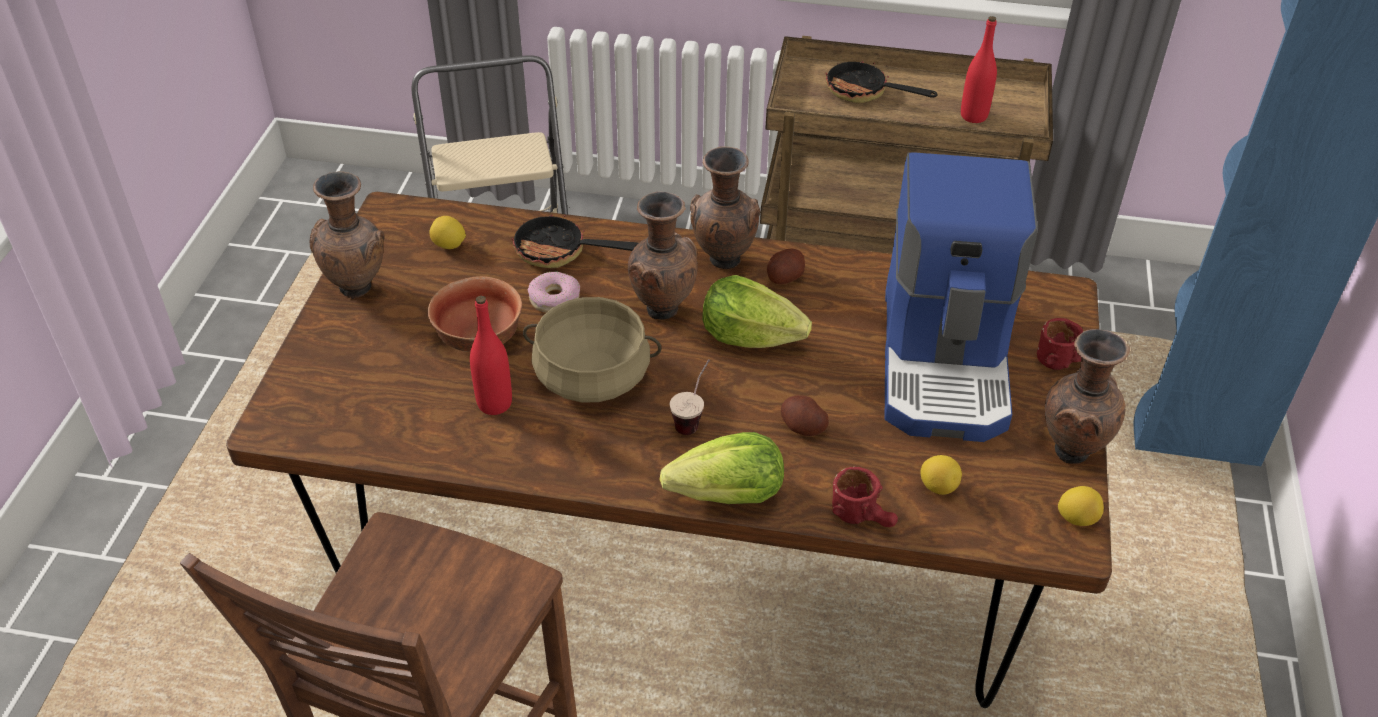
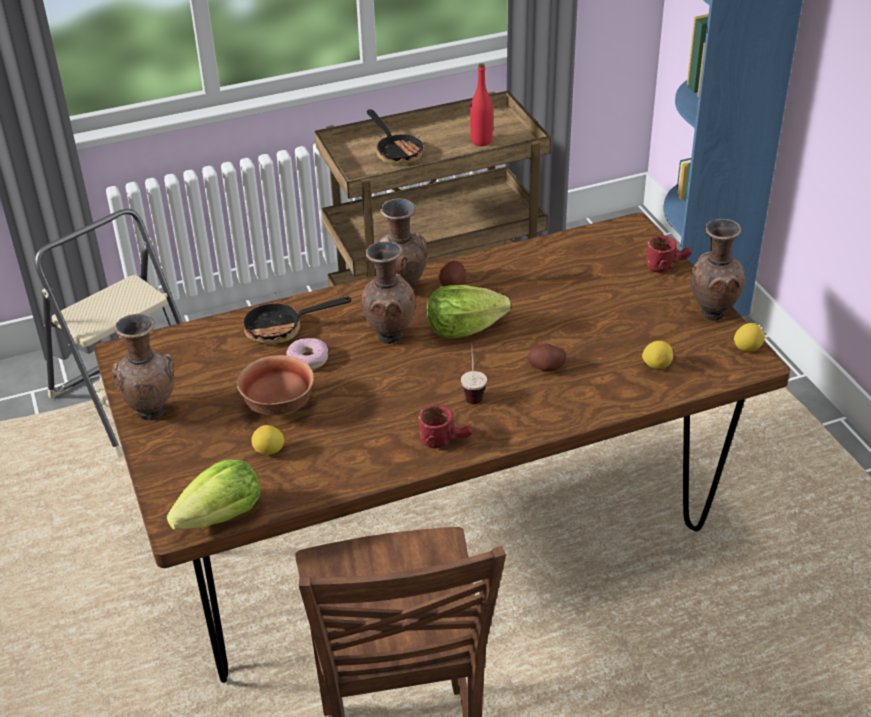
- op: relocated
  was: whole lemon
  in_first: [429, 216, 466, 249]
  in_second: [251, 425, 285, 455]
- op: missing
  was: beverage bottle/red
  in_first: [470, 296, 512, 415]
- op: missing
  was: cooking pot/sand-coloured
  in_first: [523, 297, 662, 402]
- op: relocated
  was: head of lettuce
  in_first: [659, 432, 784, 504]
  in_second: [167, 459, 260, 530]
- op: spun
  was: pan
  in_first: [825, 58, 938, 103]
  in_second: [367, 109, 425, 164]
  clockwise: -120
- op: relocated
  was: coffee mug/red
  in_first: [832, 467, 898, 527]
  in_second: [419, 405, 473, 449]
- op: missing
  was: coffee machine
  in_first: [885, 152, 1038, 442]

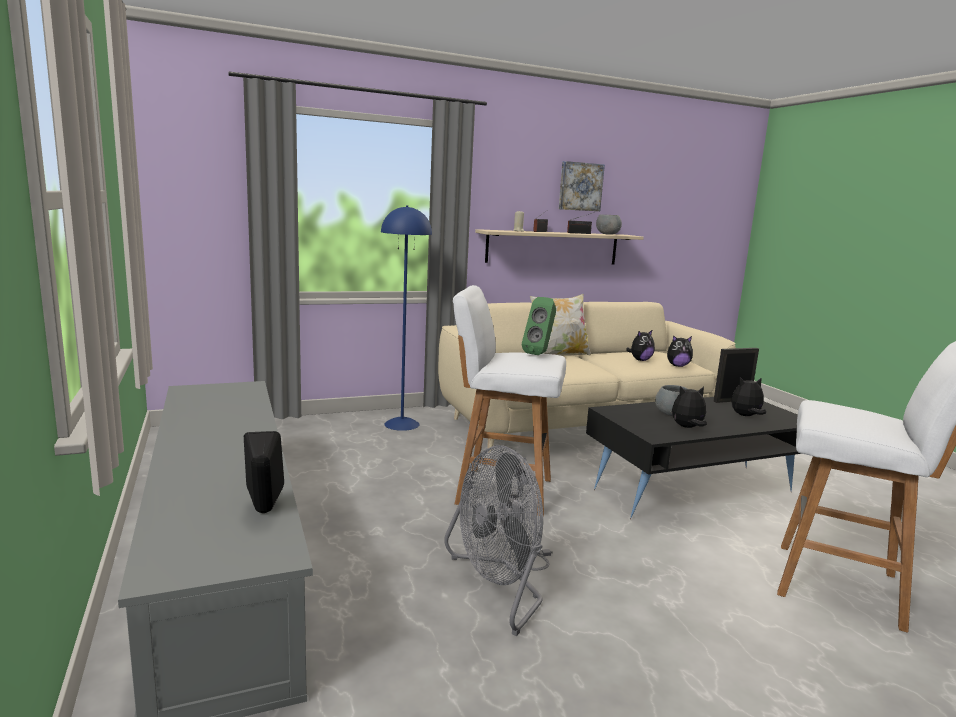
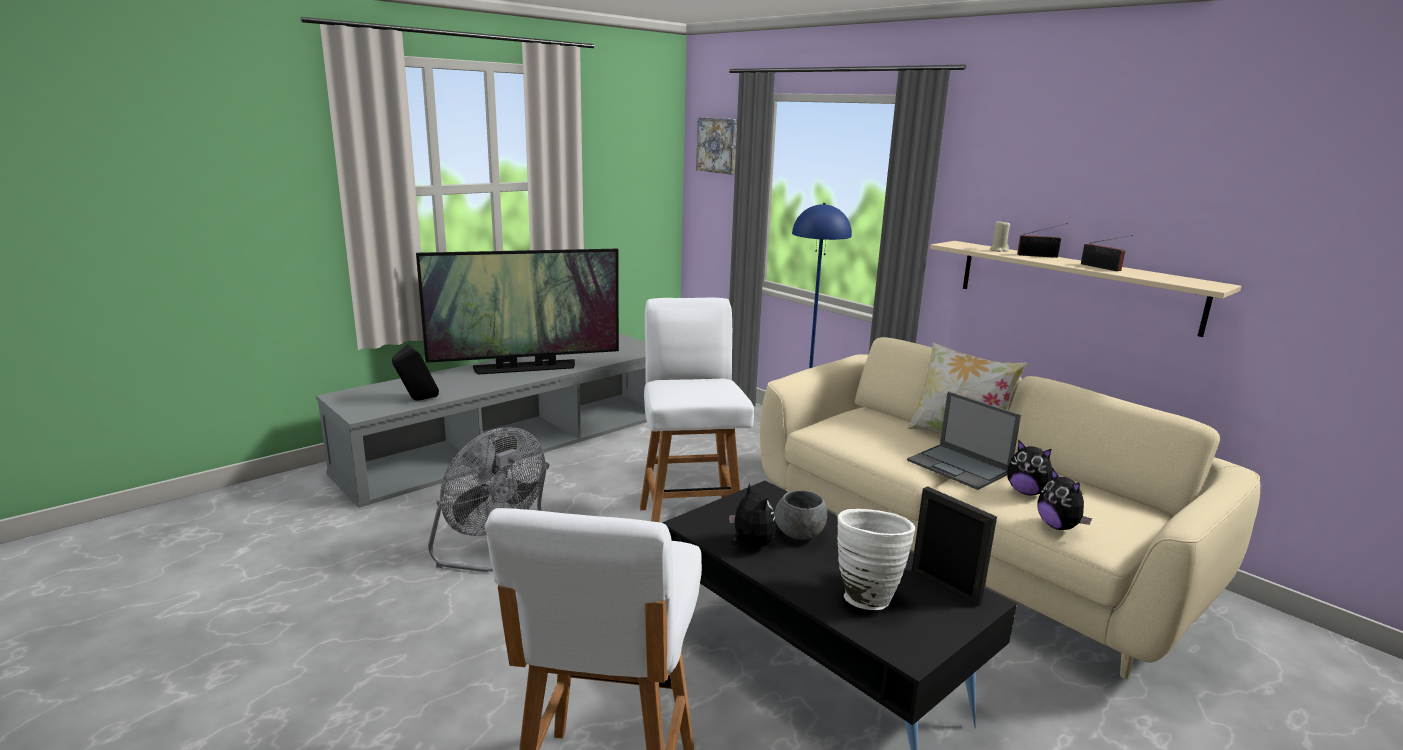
- op: missing
  was: audio speaker/greenish
  in_first: [522, 297, 556, 355]
- op: relocated
  was: wall art
  in_first: [559, 161, 605, 211]
  in_second: [696, 117, 737, 174]
- op: missing
  was: serving bowl/grey
  in_first: [596, 214, 622, 235]
- op: exchanged
  was: cuddly toy
  now: vase/white
  in_first: [731, 378, 766, 416]
  in_second: [837, 509, 915, 610]
- op: appeared
  now: television
  in_second: [416, 249, 619, 375]
- op: appeared
  now: laptop
  in_second: [907, 391, 1021, 490]

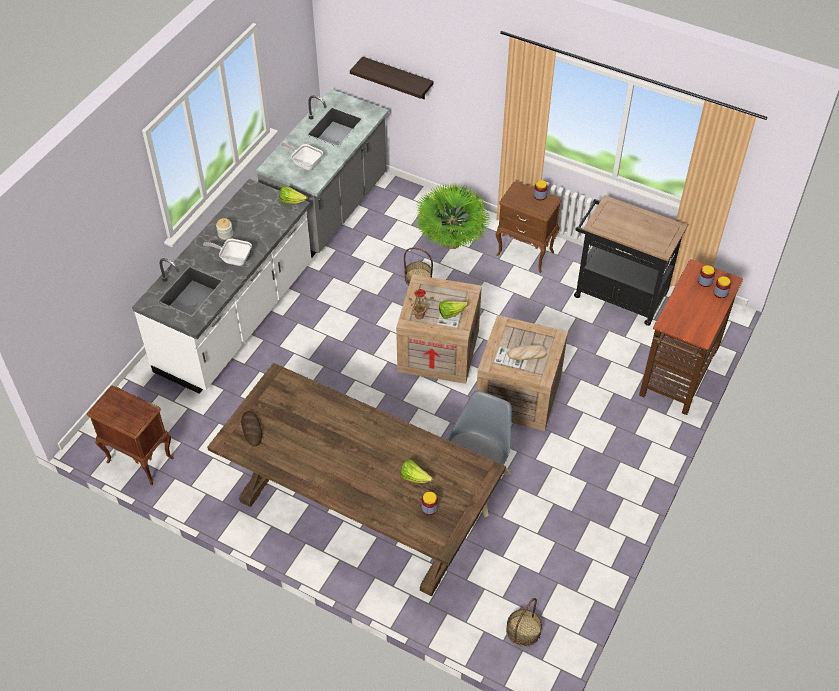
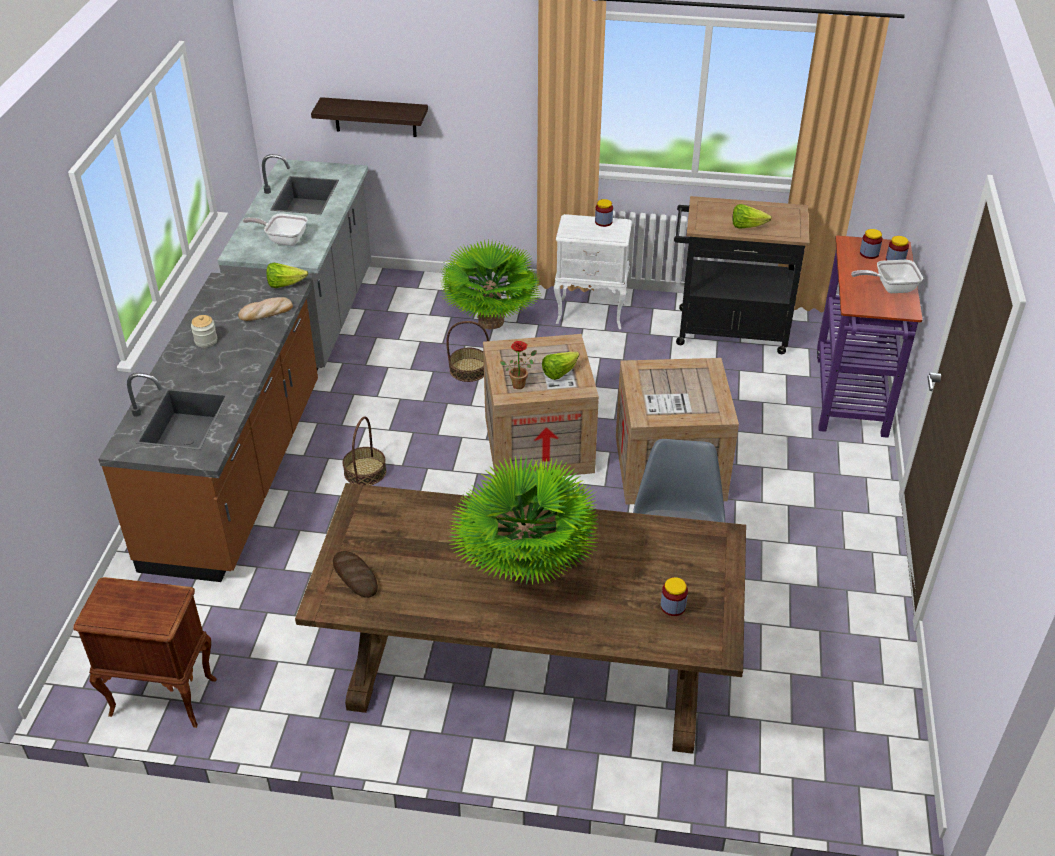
- op: colour
  was: kitchen base unit/white
  now: kitchen base unit/brownish
  in_first: [132, 179, 312, 394]
  in_second: [98, 272, 318, 582]
- op: relocated
  was: pan
  in_first: [203, 239, 252, 266]
  in_second: [851, 260, 923, 293]
- op: relocated
  was: head of lettuce
  in_first: [400, 459, 433, 483]
  in_second: [733, 204, 772, 229]
- op: colour
  was: nightstand/brownish
  now: nightstand/white
  in_first: [495, 182, 562, 273]
  in_second: [554, 214, 632, 329]
- op: relocated
  was: storage basket
  in_first: [506, 598, 542, 647]
  in_second: [343, 416, 387, 485]
- op: relocated
  was: bakery bread
  in_first: [507, 345, 547, 360]
  in_second: [238, 297, 293, 321]
- op: colour
  was: trolley/brownish
  now: trolley/purple
  in_first: [639, 259, 743, 415]
  in_second: [817, 236, 923, 438]
- op: appeared
  now: potted plant
  in_second: [449, 456, 600, 585]

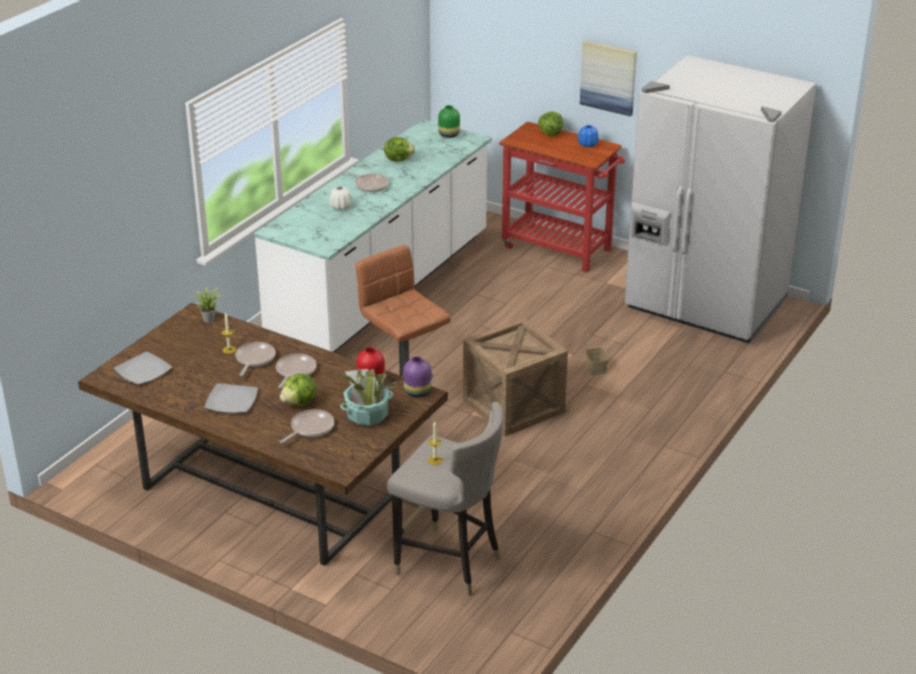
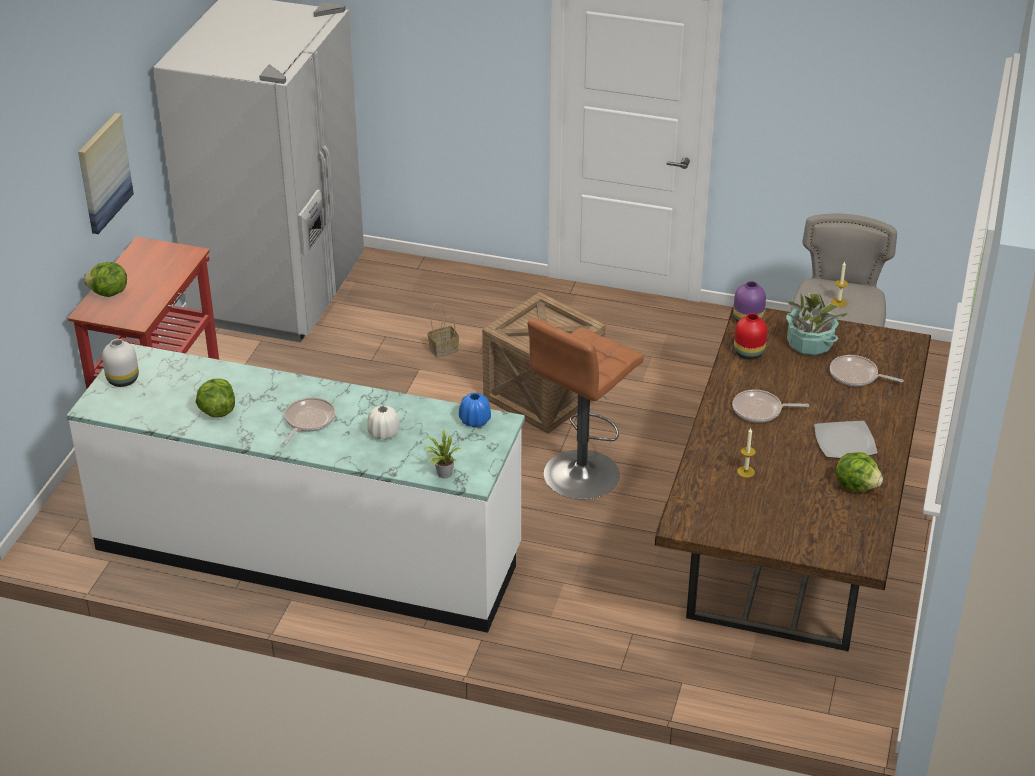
- op: missing
  was: dinner plate
  in_first: [113, 351, 172, 385]
- op: relocated
  was: potted plant
  in_first: [196, 287, 222, 322]
  in_second: [424, 428, 460, 479]
- op: missing
  was: pan
  in_first: [235, 342, 276, 376]
- op: relocated
  was: head of lettuce
  in_first: [280, 374, 317, 406]
  in_second: [835, 452, 883, 492]
- op: colour
  was: vase/greenish
  now: vase/white
  in_first: [438, 105, 460, 138]
  in_second: [102, 339, 139, 387]
- op: relocated
  was: vase/blue
  in_first: [578, 125, 599, 147]
  in_second: [459, 393, 491, 428]

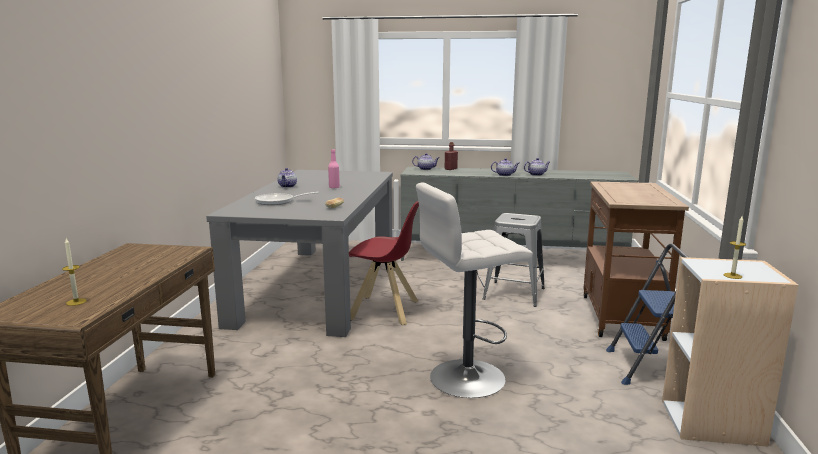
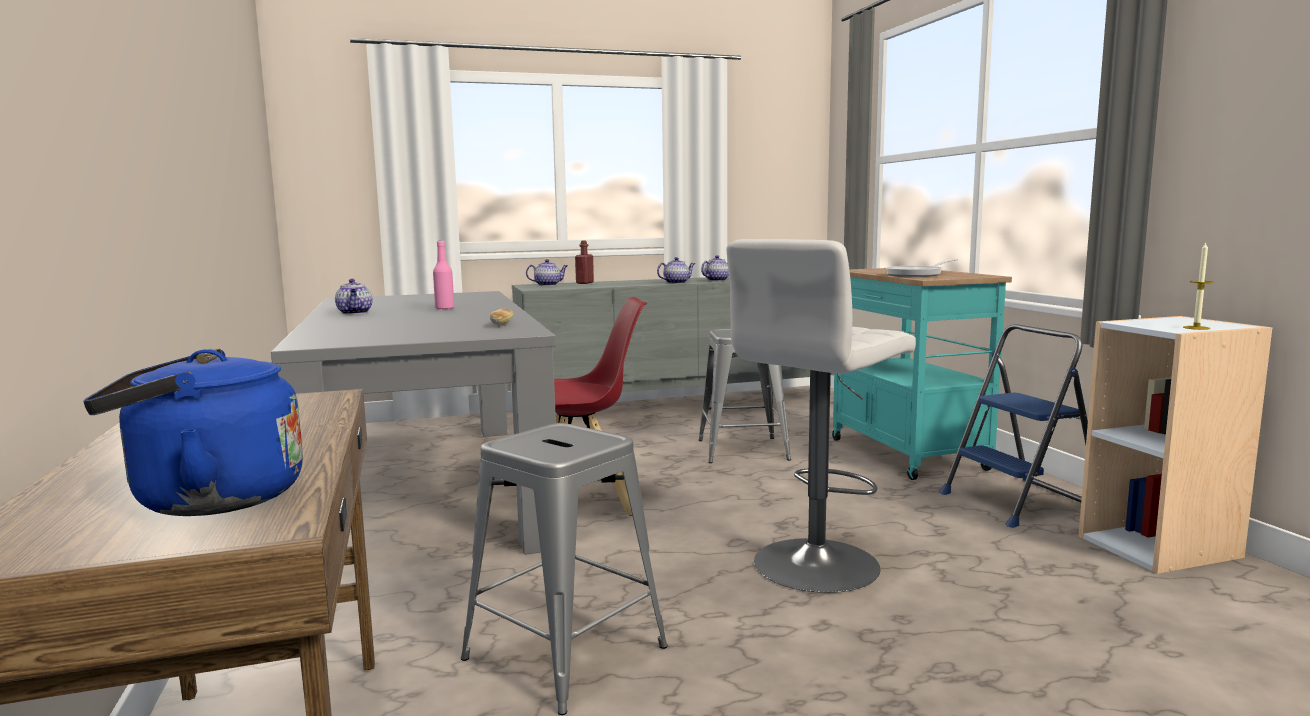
- op: exchanged
  was: wax candle
  now: water kettle/blue
  in_first: [62, 238, 86, 306]
  in_second: [83, 349, 303, 516]
- op: relocated
  was: pan
  in_first: [255, 192, 319, 205]
  in_second: [884, 258, 958, 277]
- op: colour
  was: trolley/brownish
  now: trolley/blue-green
  in_first: [583, 181, 689, 341]
  in_second: [832, 268, 1012, 480]
- op: appeared
  now: stool seat/grey
  in_second: [461, 423, 667, 715]

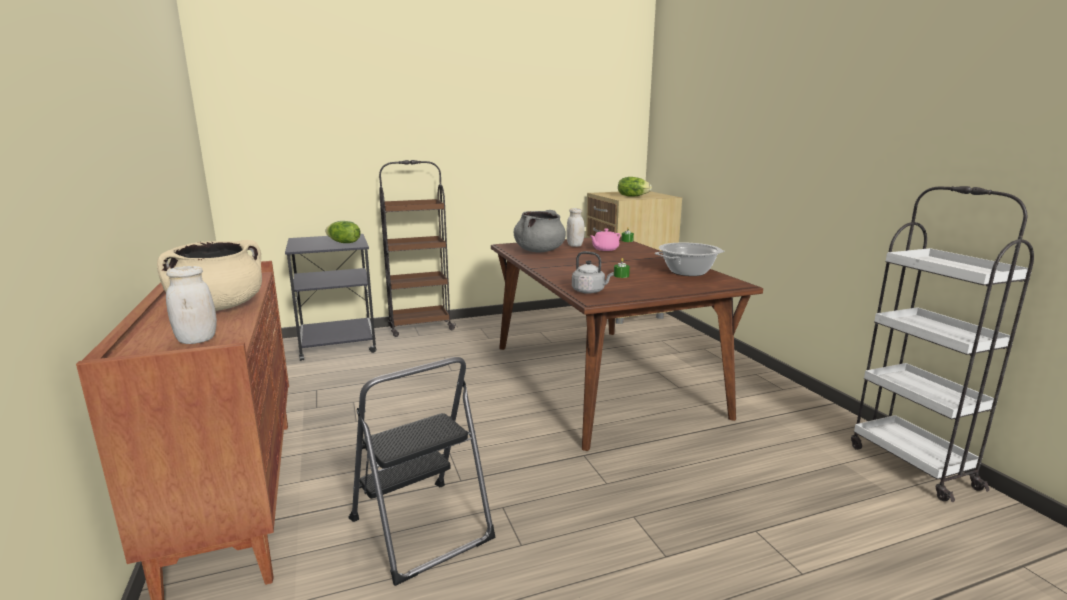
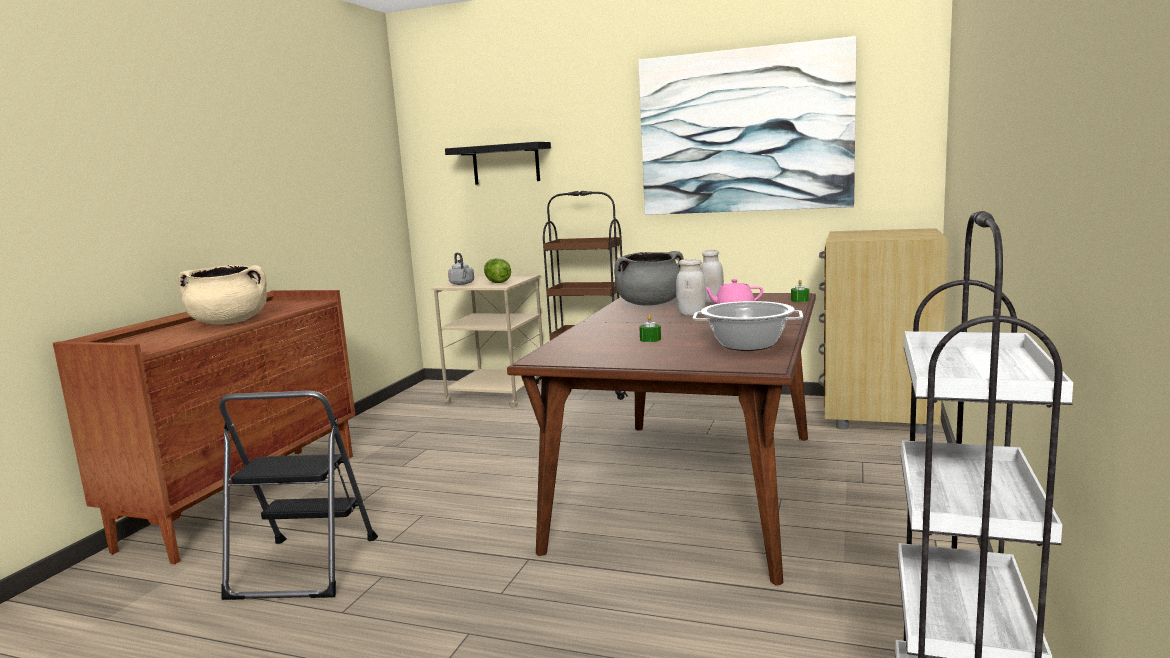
- op: relocated
  was: preserve jar/white
  in_first: [166, 266, 217, 344]
  in_second: [676, 259, 706, 316]
- op: colour
  was: trolley/black
  now: trolley/sand-coloured
  in_first: [285, 234, 377, 361]
  in_second: [431, 275, 543, 408]
- op: relocated
  was: water kettle/grey
  in_first: [572, 251, 614, 294]
  in_second: [448, 253, 474, 285]
- op: missing
  was: head of lettuce
  in_first: [618, 177, 652, 197]
- op: appeared
  now: wall shelf/black
  in_second: [445, 142, 551, 185]
- op: appeared
  now: wall art
  in_second: [638, 36, 856, 215]

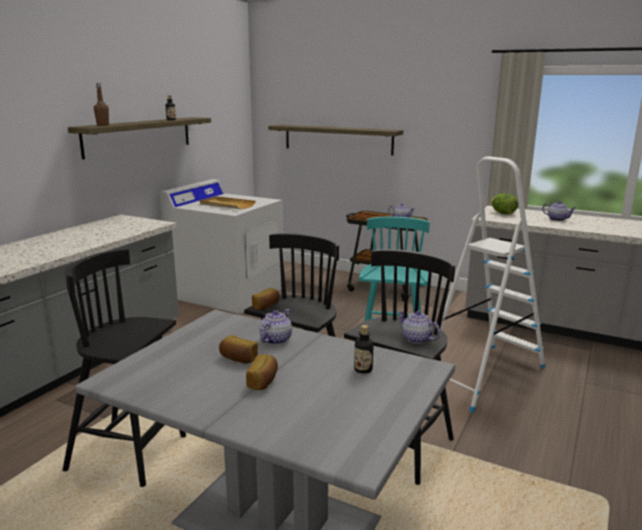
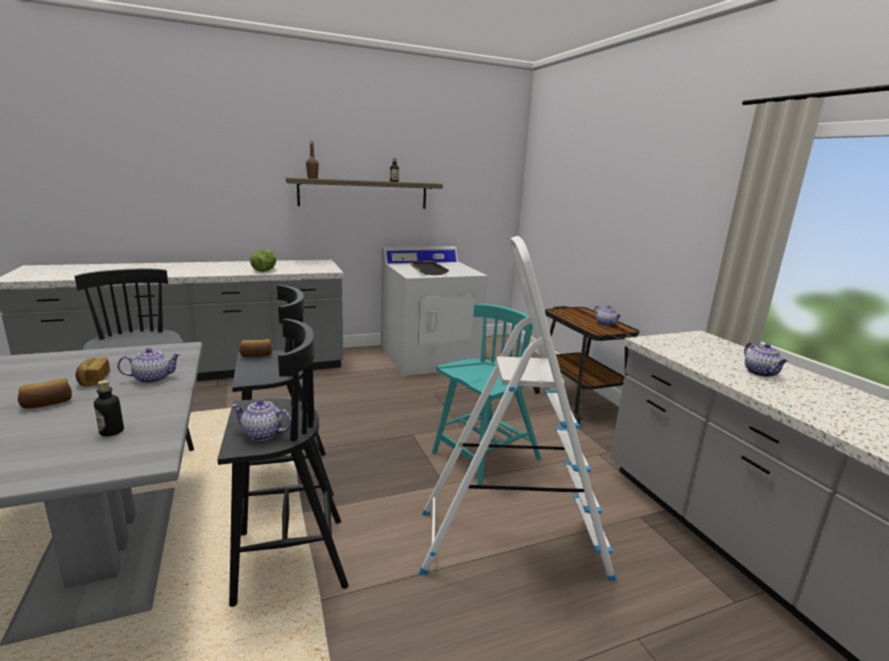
- op: colour
  was: tray/sand-coloured
  now: tray/black
  in_first: [200, 196, 256, 209]
  in_second: [411, 261, 449, 275]
- op: missing
  was: wall shelf
  in_first: [268, 125, 403, 155]
- op: spun
  was: tea pot
  in_first: [398, 311, 440, 344]
  in_second: [231, 399, 291, 441]
  clockwise: -75
- op: relocated
  was: head of lettuce
  in_first: [491, 193, 518, 214]
  in_second: [250, 250, 276, 272]

